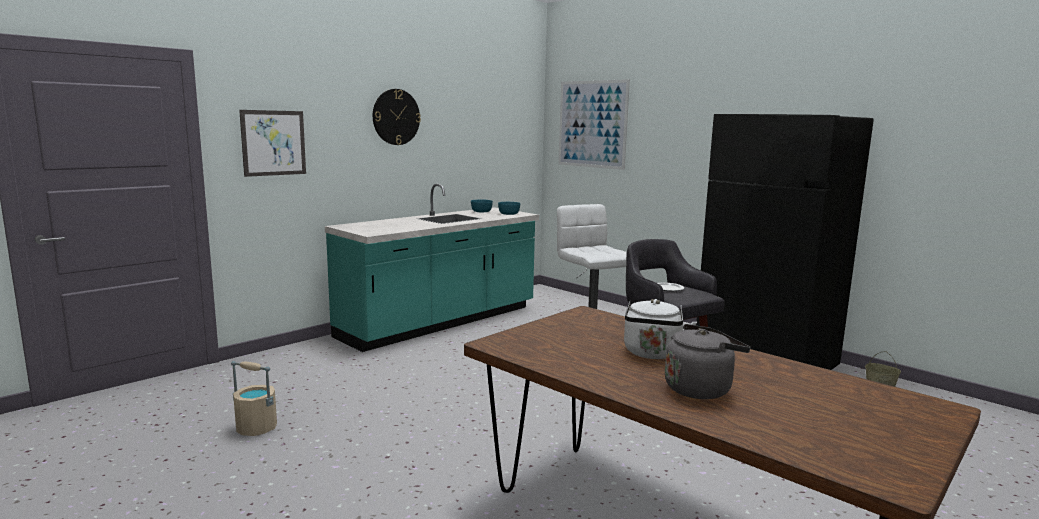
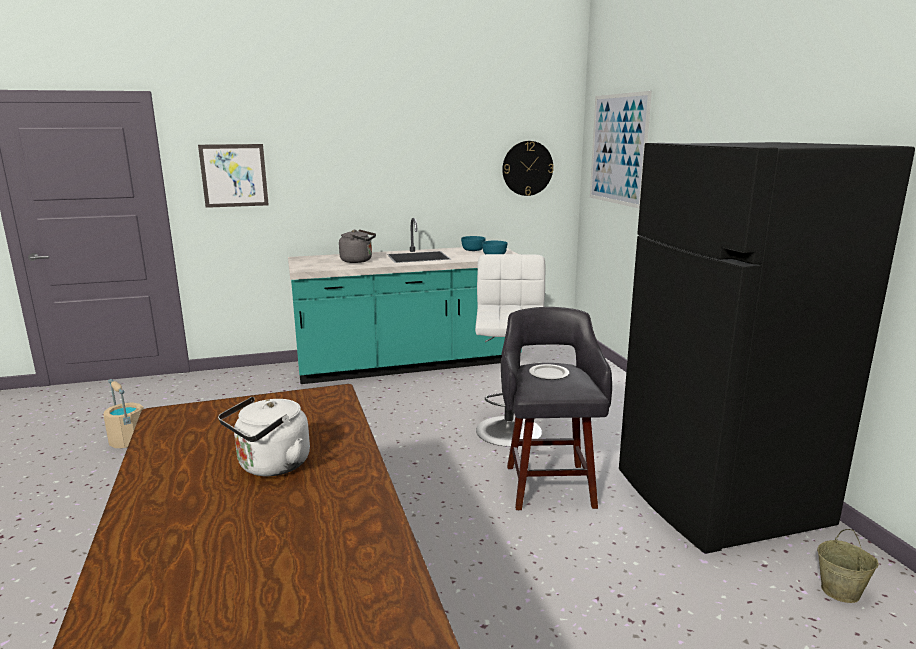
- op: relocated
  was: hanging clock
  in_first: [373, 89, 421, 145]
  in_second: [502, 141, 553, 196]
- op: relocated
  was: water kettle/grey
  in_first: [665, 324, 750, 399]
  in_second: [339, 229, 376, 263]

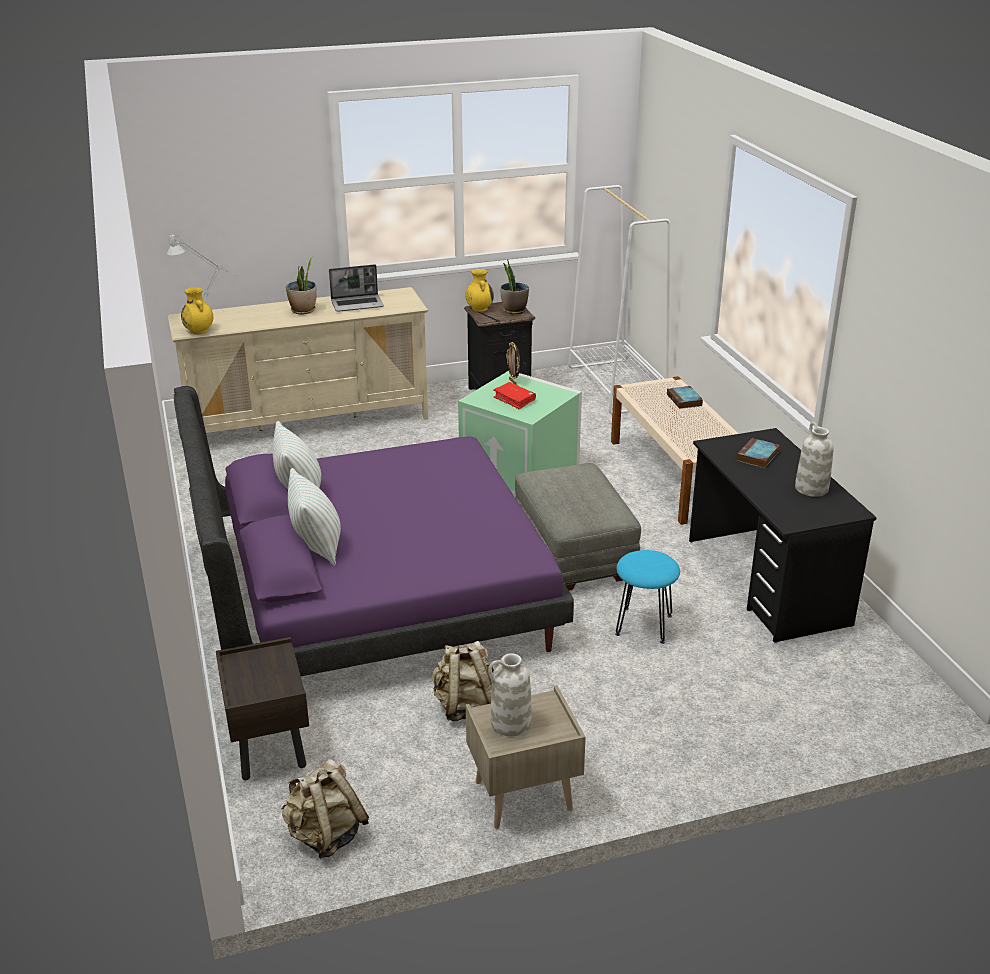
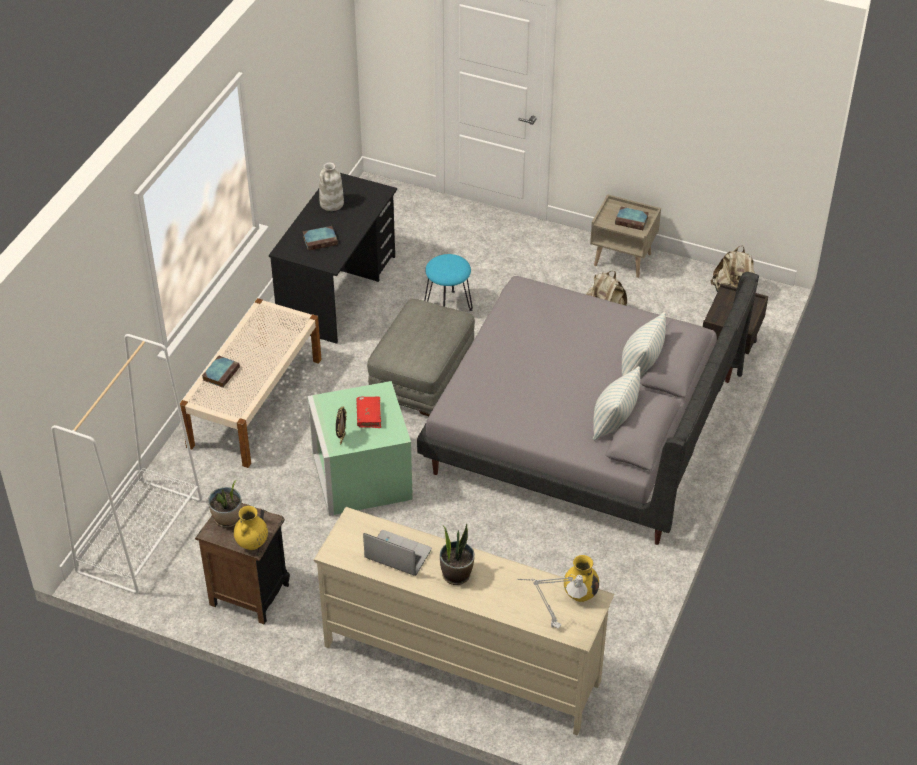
- op: colour
  was: bed/purple
  now: bed/grey
  in_first: [174, 386, 574, 676]
  in_second: [417, 272, 759, 545]
- op: exchanged
  was: vase/white
  now: volume
  in_first: [488, 653, 532, 736]
  in_second: [615, 207, 649, 230]

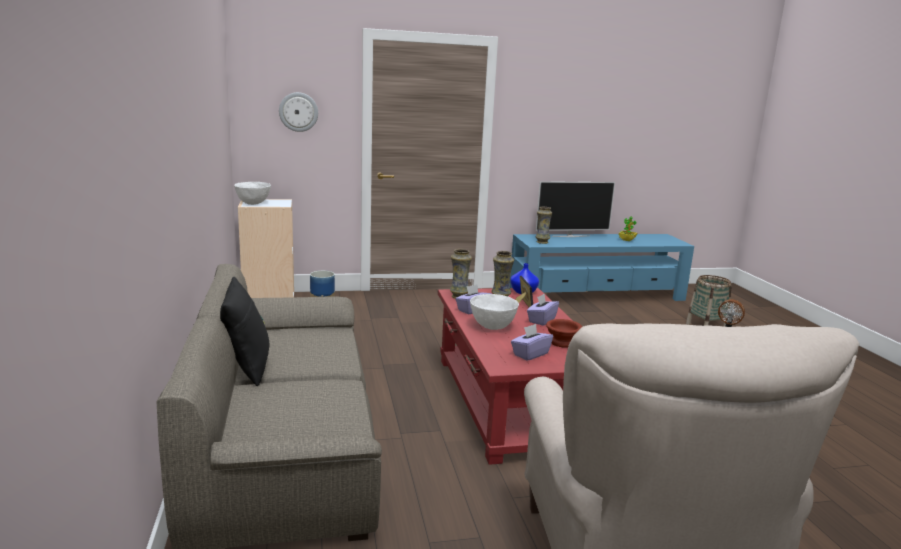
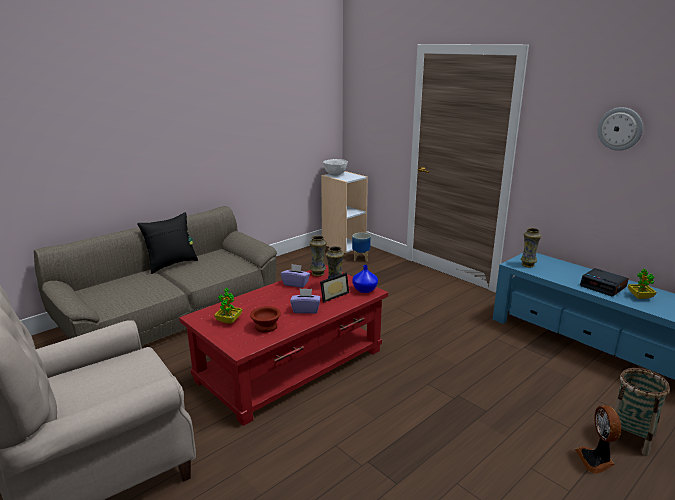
- op: relocated
  was: hanging clock
  in_first: [279, 92, 318, 132]
  in_second: [598, 107, 643, 151]
- op: missing
  was: serving bowl/white
  in_first: [470, 294, 519, 330]
- op: exchanged
  was: tissue box/purple
  now: potted plant
  in_first: [511, 324, 553, 361]
  in_second: [214, 288, 242, 324]
- op: missing
  was: television
  in_first: [536, 181, 615, 237]
- op: appeared
  now: bedside clock
  in_second: [580, 268, 629, 296]

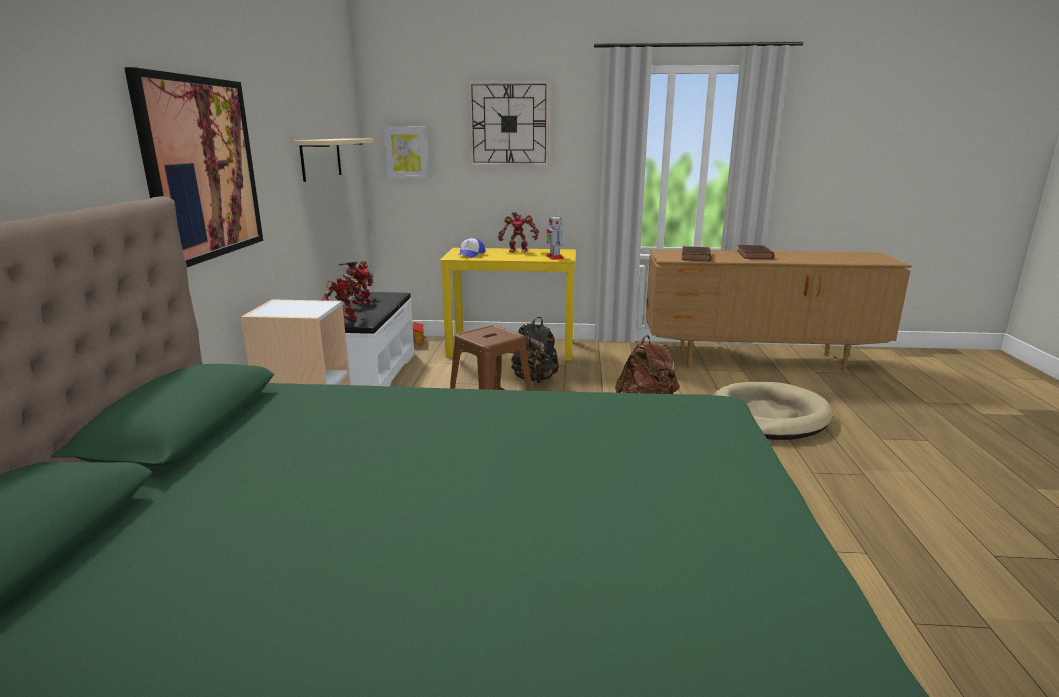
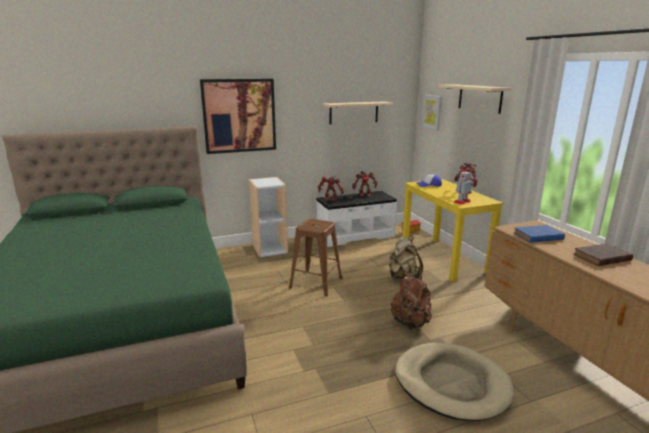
- op: exchanged
  was: hanging clock
  now: wall shelf/sand-coloured
  in_first: [468, 81, 549, 166]
  in_second: [438, 84, 511, 114]
- op: colour
  was: knapsack/black
  now: knapsack/sand-coloured
  in_first: [511, 317, 559, 383]
  in_second: [388, 236, 423, 279]
- op: colour
  was: volume/brownish
  now: volume/blue
  in_first: [682, 246, 712, 261]
  in_second: [514, 225, 565, 243]

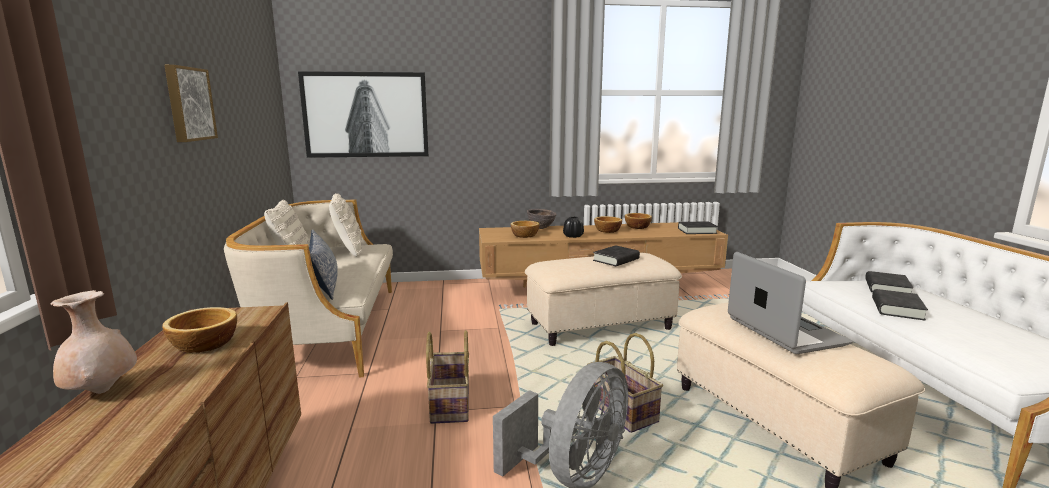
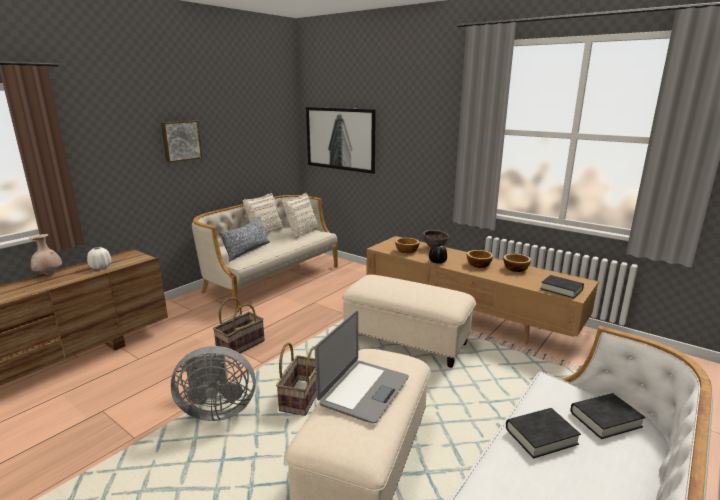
- op: exchanged
  was: serving bowl
  now: vase/white
  in_first: [162, 307, 237, 353]
  in_second: [87, 247, 111, 269]
- op: missing
  was: volume/black
  in_first: [593, 245, 640, 266]

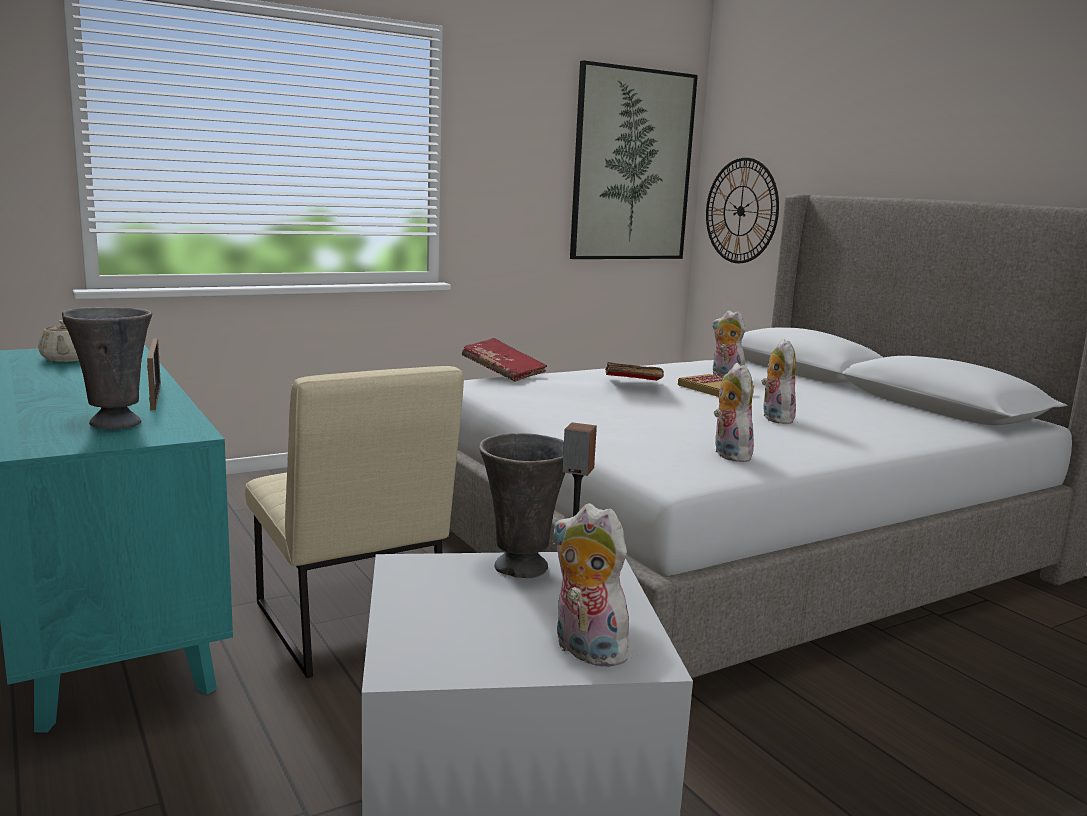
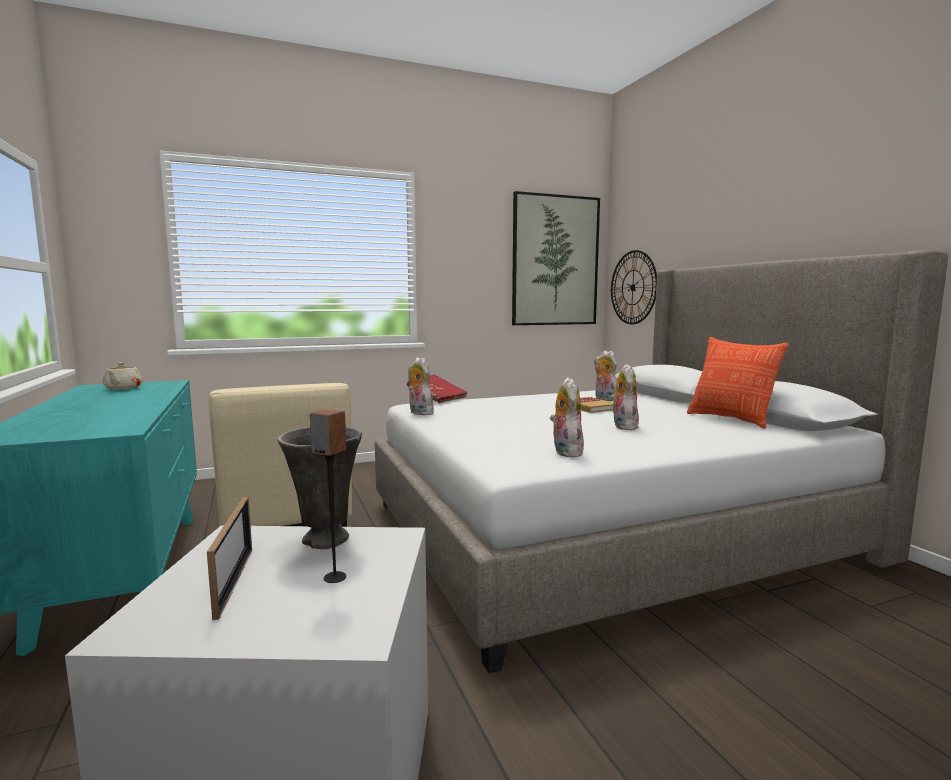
- op: missing
  was: vase/grey
  in_first: [62, 307, 152, 430]
- op: relocated
  was: photo frame
  in_first: [147, 338, 161, 410]
  in_second: [207, 497, 252, 620]
- op: relocated
  was: cuddly toy
  in_first: [552, 503, 638, 667]
  in_second: [408, 357, 434, 416]
- op: missing
  was: volume/red
  in_first: [605, 362, 664, 381]
- op: appeared
  now: throw pillow/orangey
  in_second: [687, 337, 788, 428]

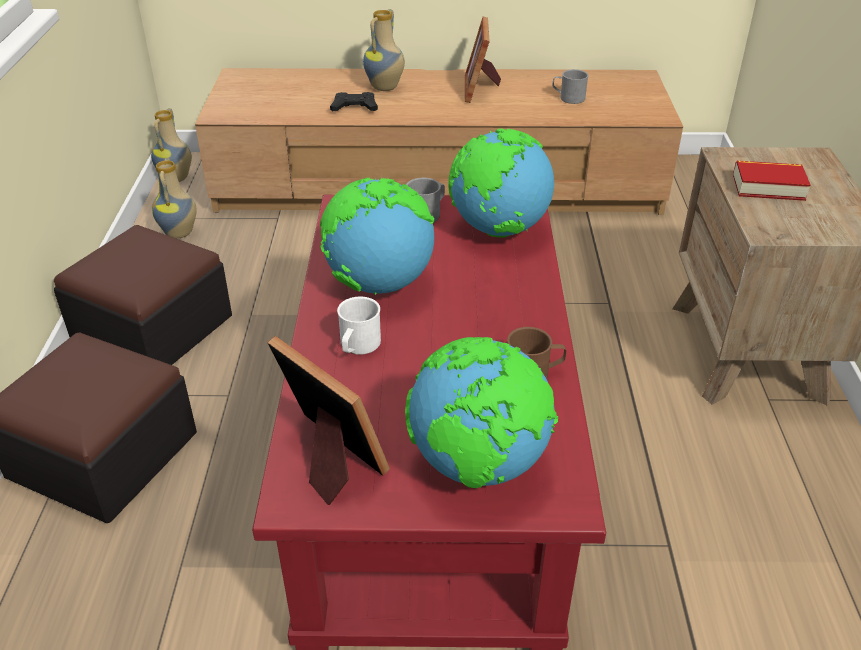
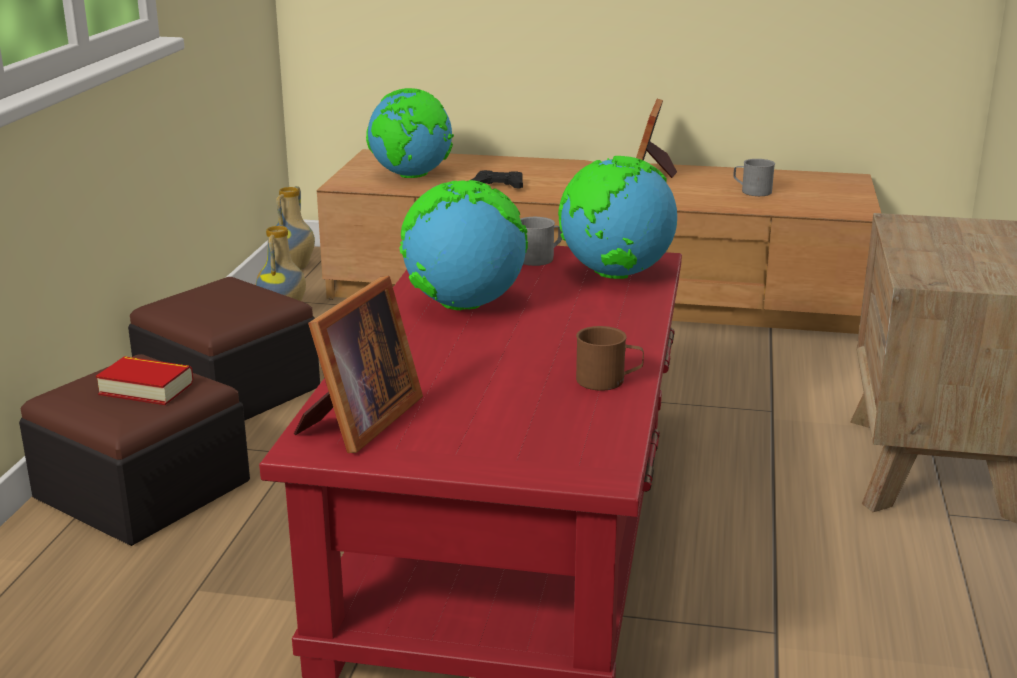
- op: spun
  was: photo frame
  in_first: [267, 336, 390, 505]
  in_second: [294, 276, 423, 453]
  clockwise: 60
- op: missing
  was: coffee mug/white
  in_first: [337, 297, 381, 355]
- op: missing
  was: vase
  in_first: [363, 9, 405, 91]
- op: relocated
  was: desk globe
  in_first: [405, 337, 558, 488]
  in_second: [366, 88, 454, 178]
- op: relocated
  was: volume
  in_first: [733, 161, 810, 201]
  in_second: [96, 356, 193, 405]

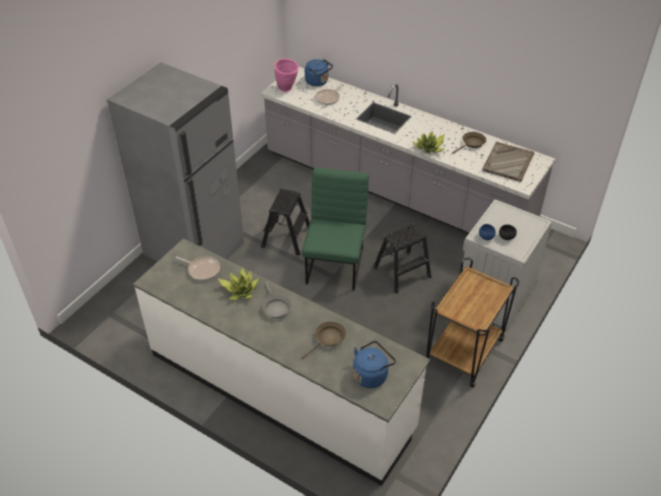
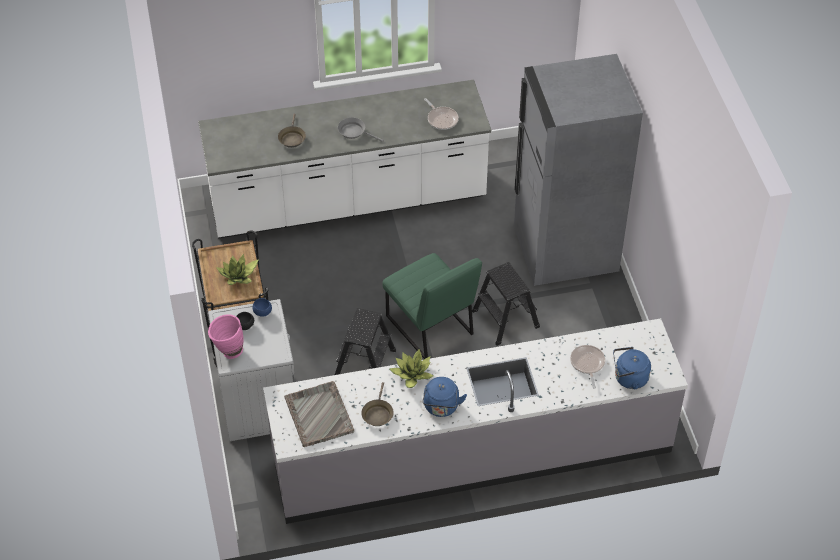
- op: spun
  was: pan
  in_first: [175, 256, 220, 281]
  in_second: [424, 98, 459, 130]
  clockwise: -105
- op: relocated
  was: potted plant
  in_first: [217, 267, 259, 300]
  in_second: [216, 254, 259, 285]
- op: relocated
  was: vase/pink
  in_first: [274, 59, 299, 92]
  in_second: [208, 314, 244, 359]
- op: relocated
  was: water kettle/blue
  in_first: [353, 341, 396, 388]
  in_second: [422, 377, 467, 417]

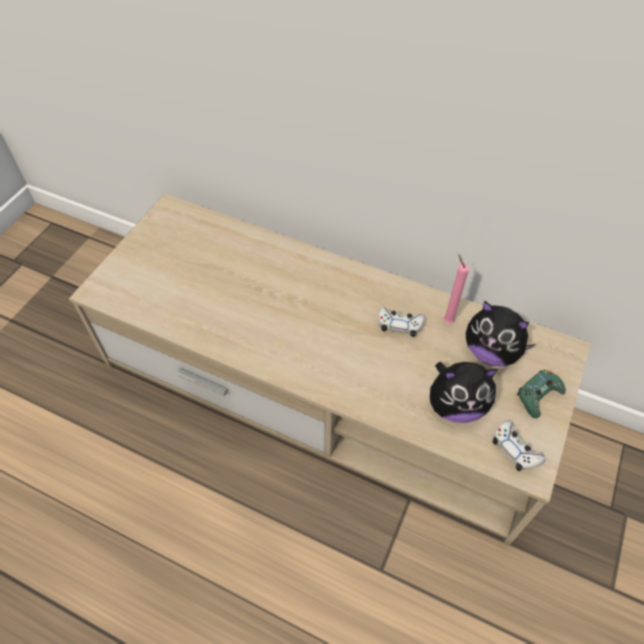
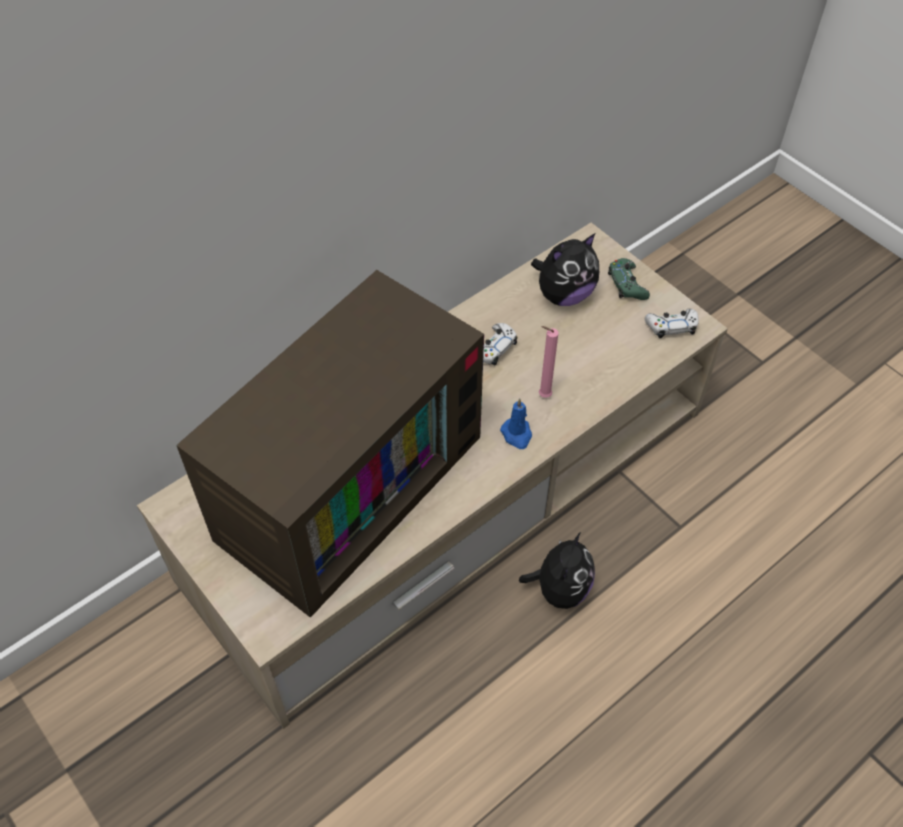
- op: relocated
  was: cuddly toy
  in_first: [430, 362, 498, 423]
  in_second: [519, 532, 595, 609]
- op: relocated
  was: wax candle/pink
  in_first: [443, 254, 469, 324]
  in_second: [539, 326, 559, 398]
- op: appeared
  now: television
  in_second: [176, 270, 484, 618]
- op: appeared
  now: wax candle/blue
  in_second: [500, 398, 532, 449]

